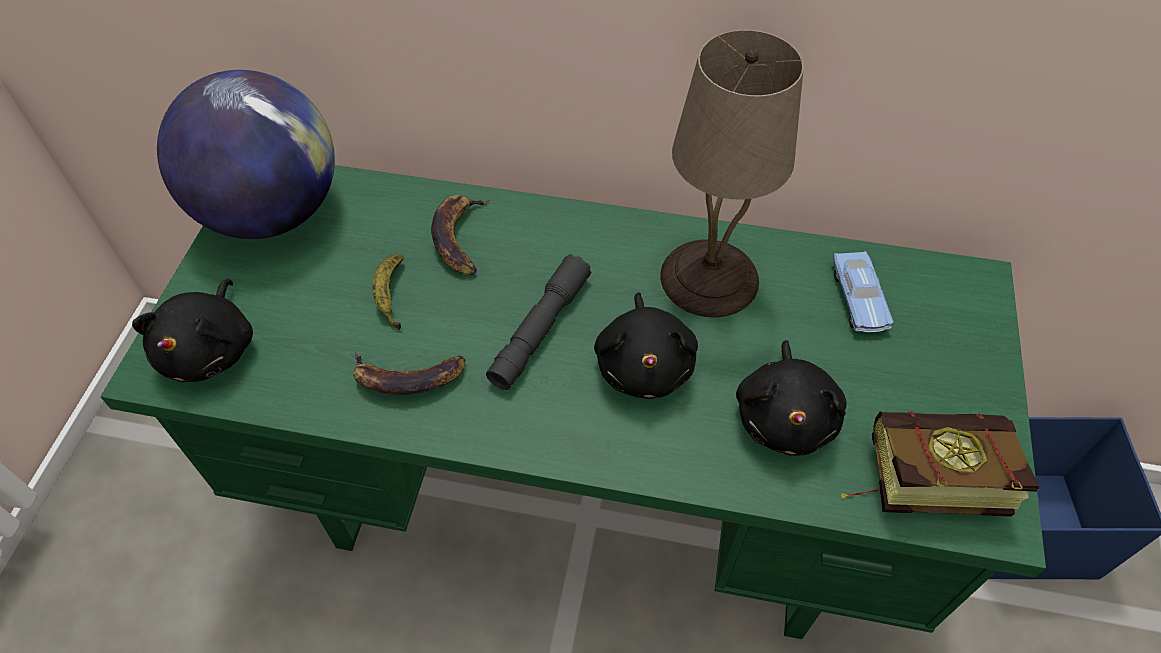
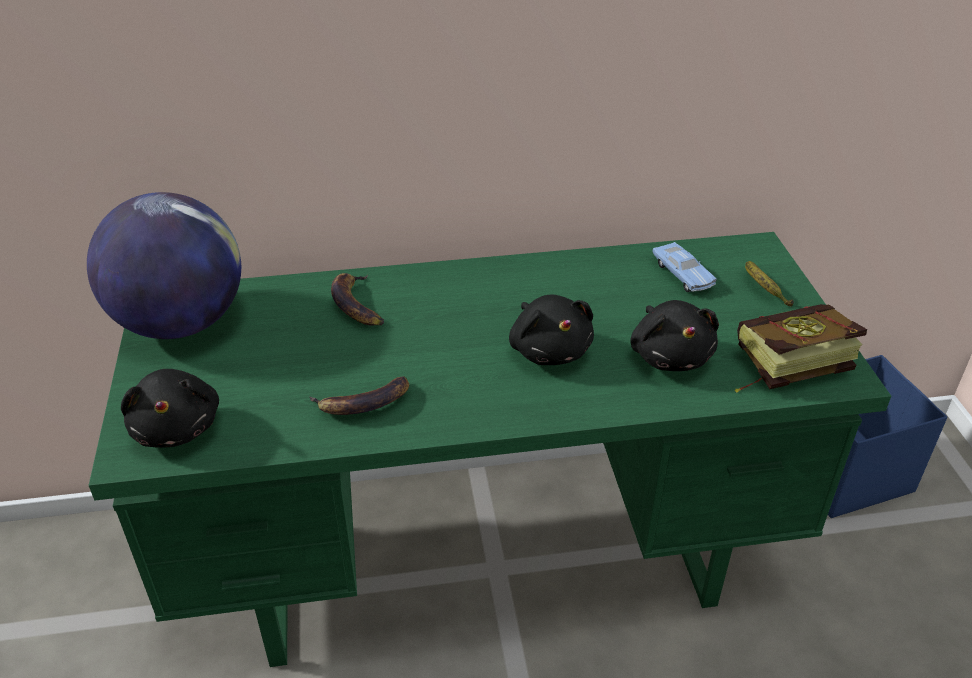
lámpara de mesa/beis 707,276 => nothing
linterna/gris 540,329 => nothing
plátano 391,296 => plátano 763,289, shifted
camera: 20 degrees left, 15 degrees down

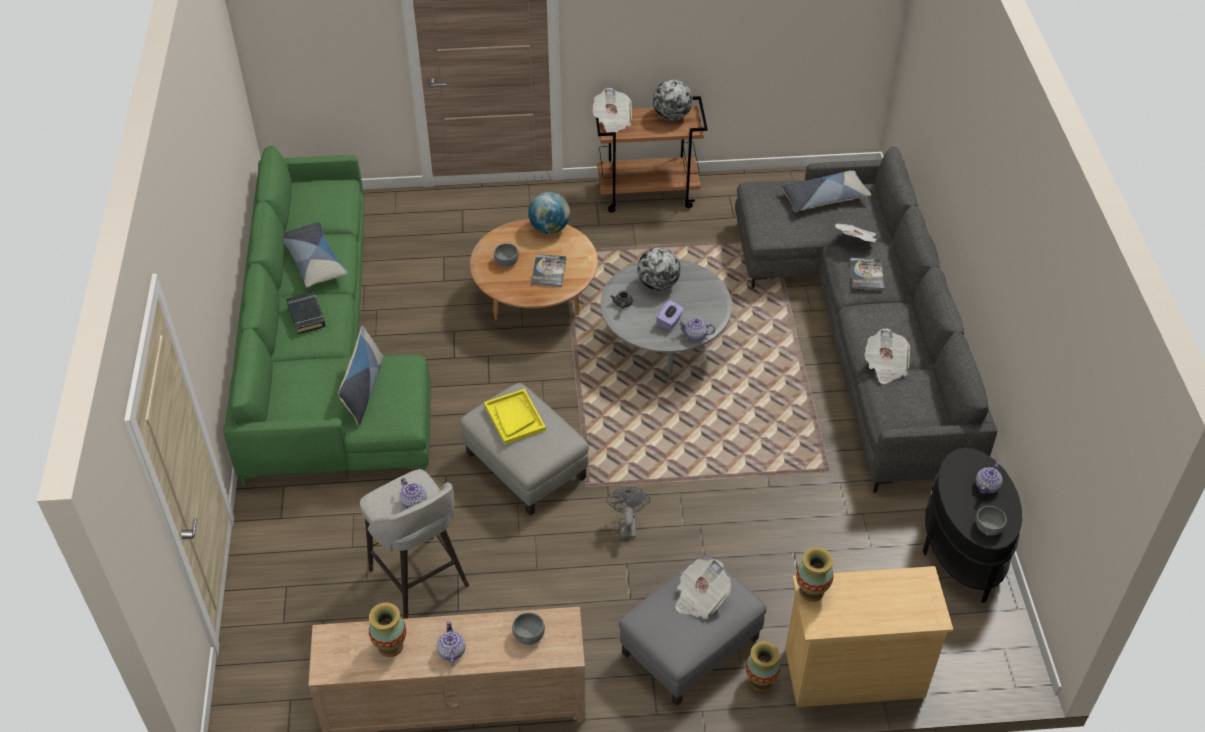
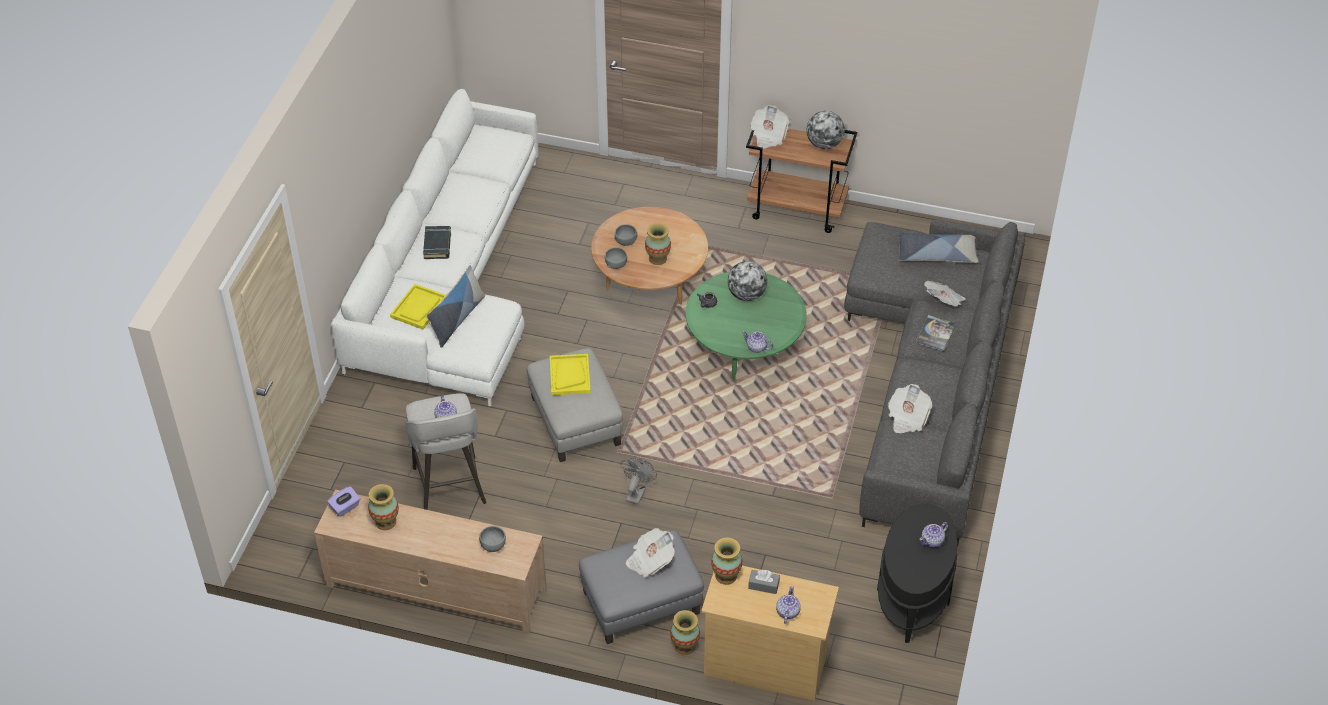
sofá/verde 323,352 => sofá/blanco 451,280
globo terráqueo 549,228 => nothing
cojín 314,261 => nothing
libro 548,271 => florero 657,258
mesa de centro/gris 664,342 => mesa de centro/verde 744,348
caja de pañuelos/morado 670,321 => caja de pañuelos/morado 345,507, shifted
cuenco/gris 988,526 => cuenco/gris 616,264, shifted
tetera 451,652 => tetera 787,612, shifted
nothing => bandeja/amarillo 419,308
nothing => caja de pañuelos/gris 763,585
camera: 20 degrees right, 0 degrees up

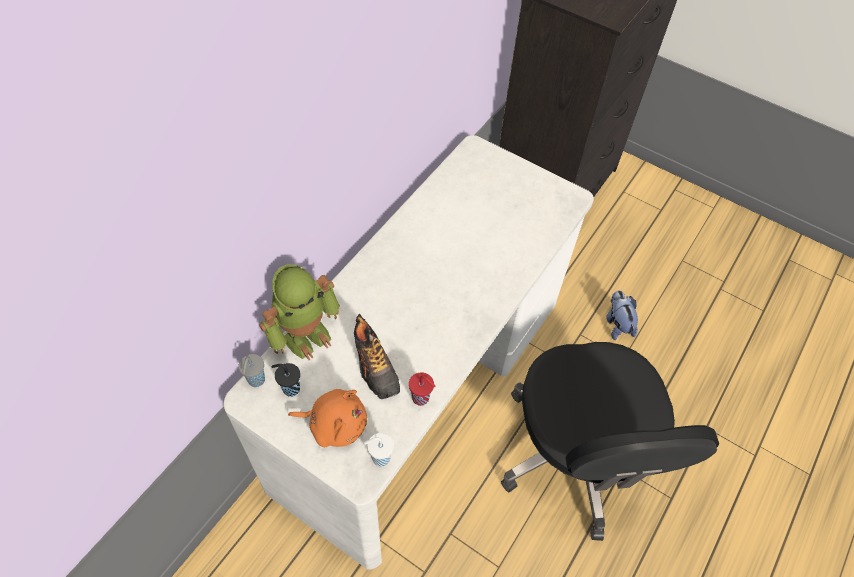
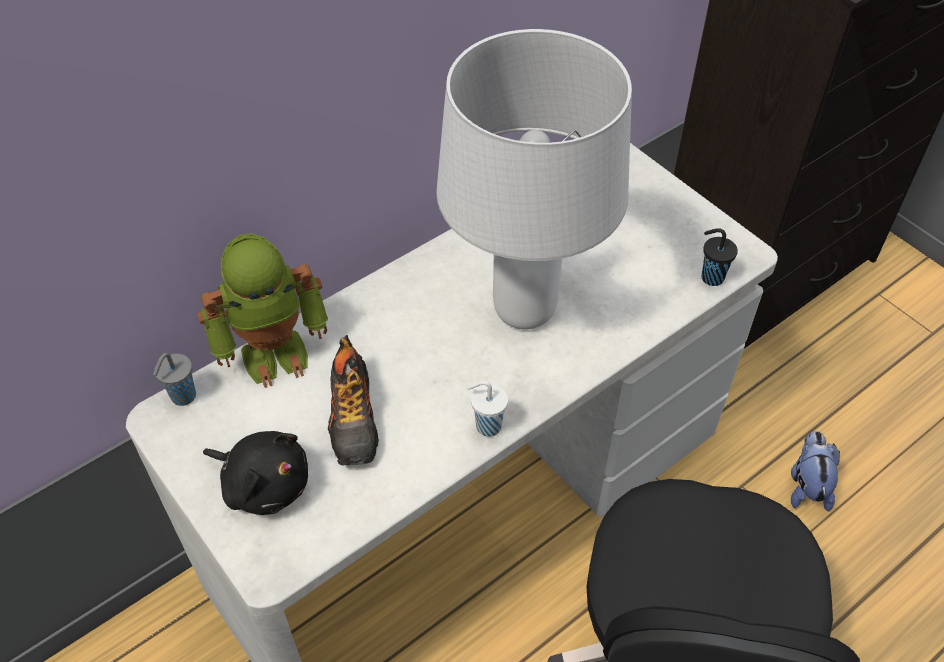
taza/negro 290,388 => taza/negro 711,277, shifted
taza/rojo 421,398 => nothing
peluche/naranja 335,424 => peluche/negro 264,484
taza/blanco 380,458 => taza/blanco 487,426, shifted
nothing => lámpara de mesa/blanco 523,312
camera: 20 degrees right, 5 degrees down

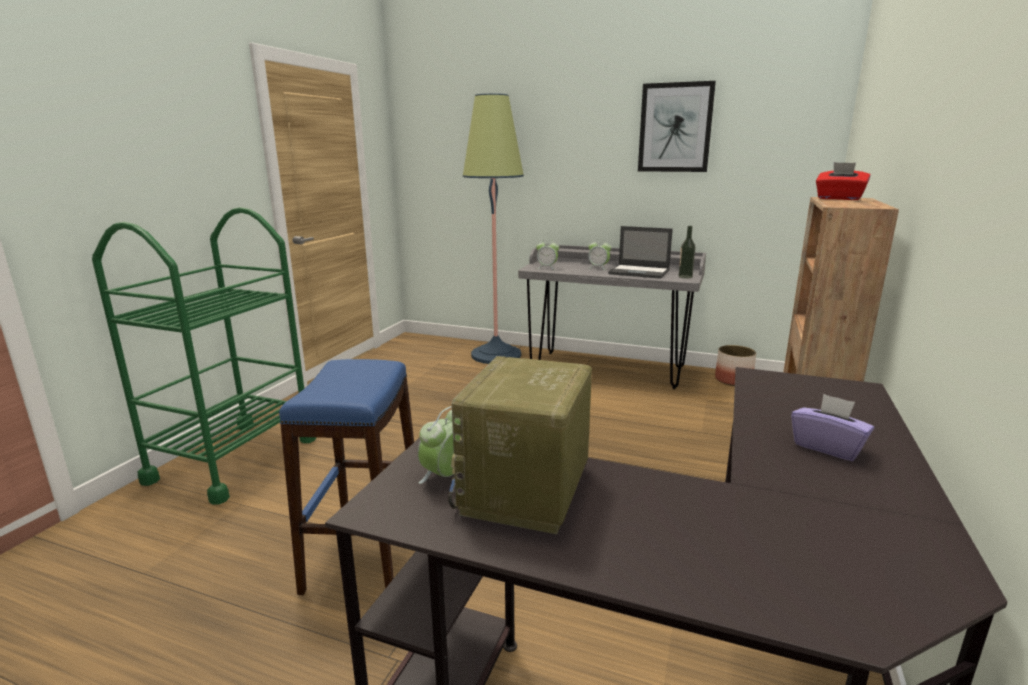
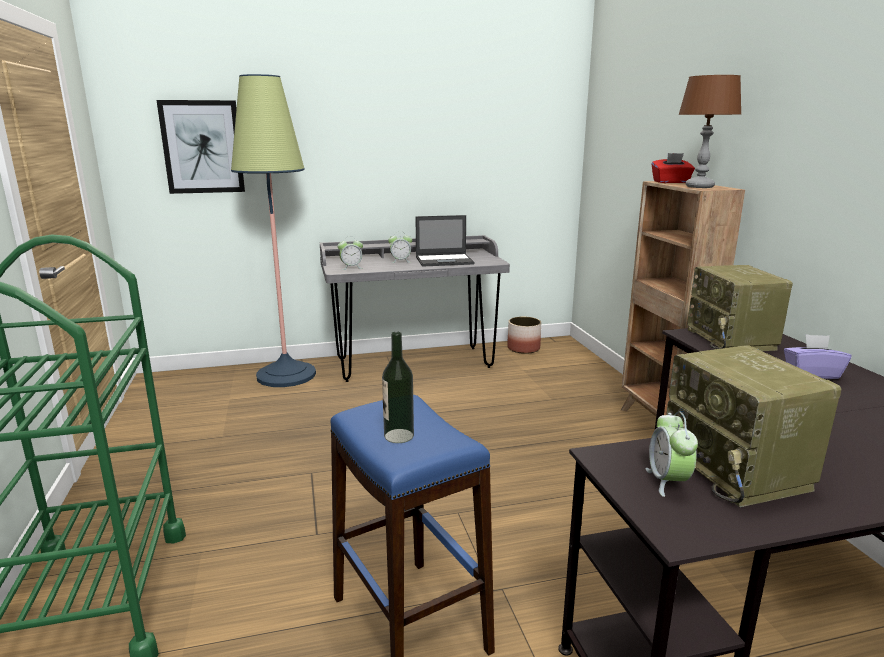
cuadro 675,128 => cuadro 202,147, shifted
botella 685,277 => botella 399,436, shifted
nothing => lámpara de mesa/marrón 699,187
nothing => radio 732,340
camera: 35 degrees left, 0 degrees up

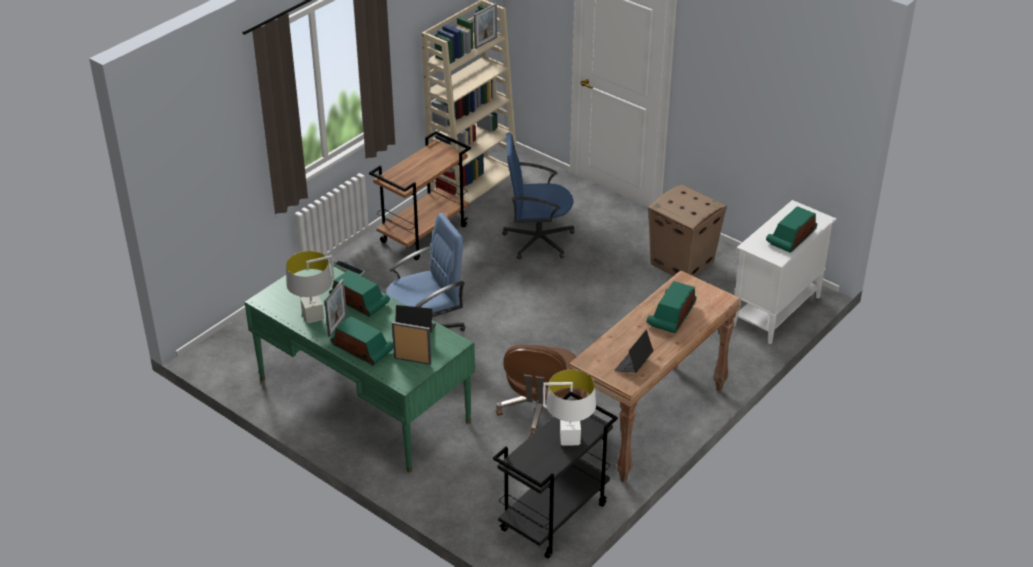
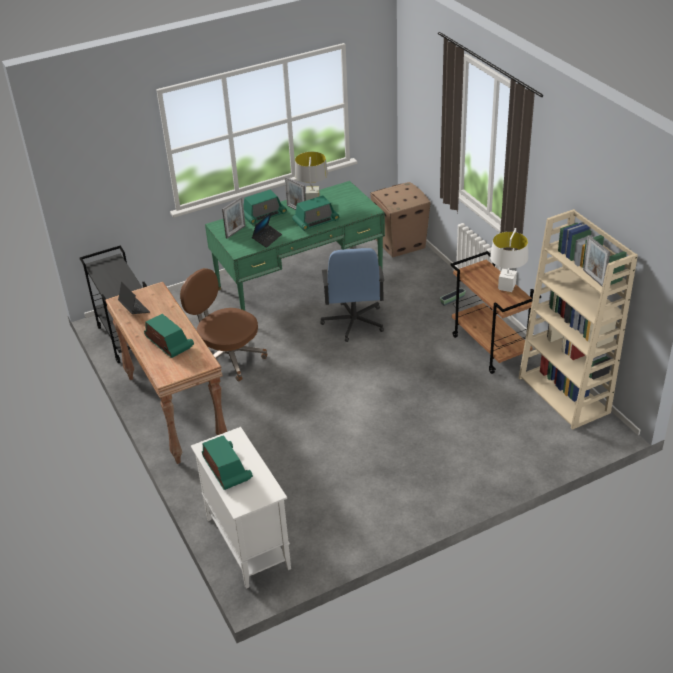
silla de oficina/azul 537,240 => nothing
caja de cartón 682,263 => caja de cartón 399,244, shifted
lámpara de mesa/blanco 569,439 => lámpara de mesa/blanco 507,287, shifted
camera: 115 degrees right, 0 degrees up

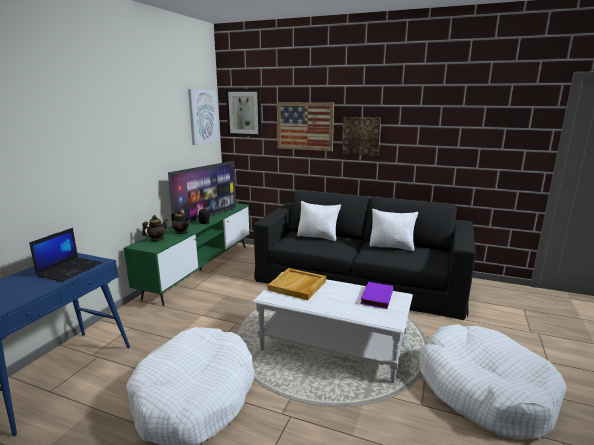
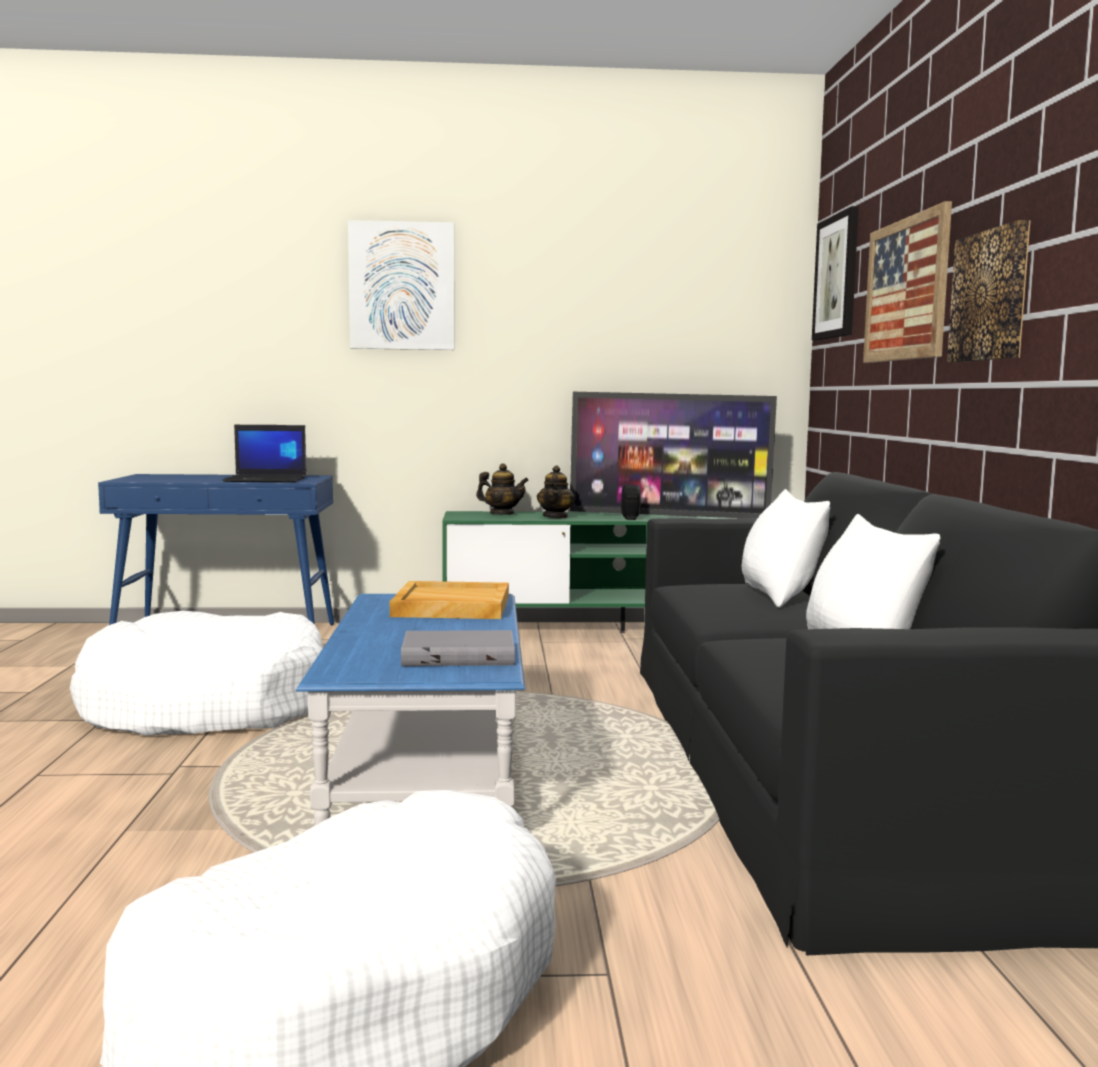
cuadro 203,116 => cuadro 402,286, shifted
mesa de centro/blanco 332,347 => mesa de centro/azul 427,775
libro/morado 376,297 => libro/gris 459,655
camera: 65 degrees right, 10 degrees down

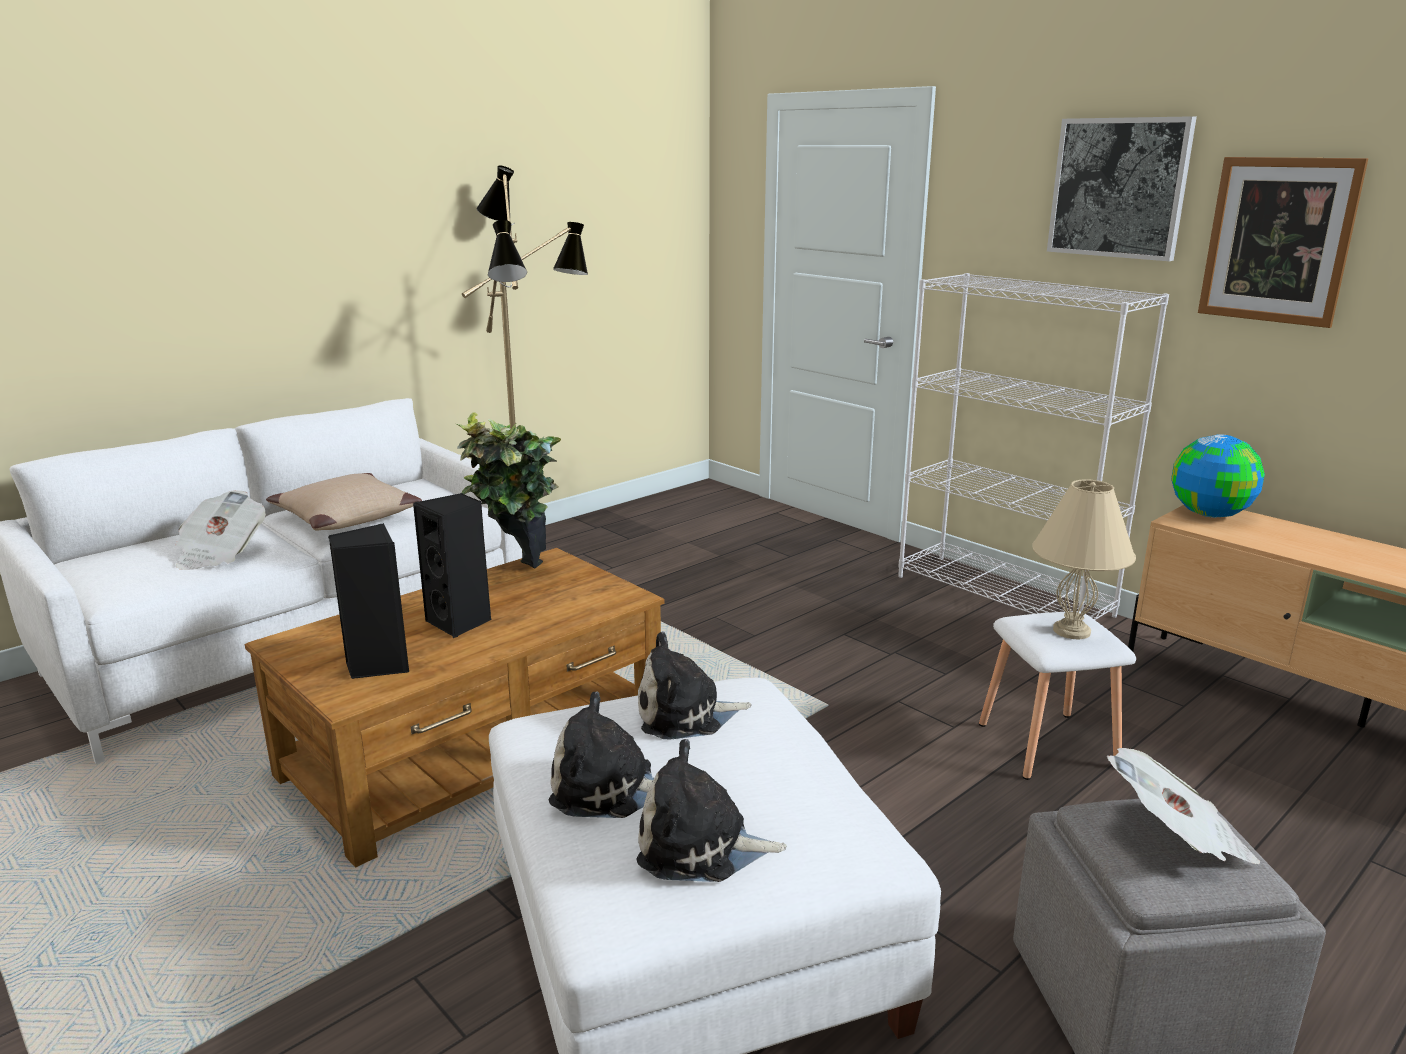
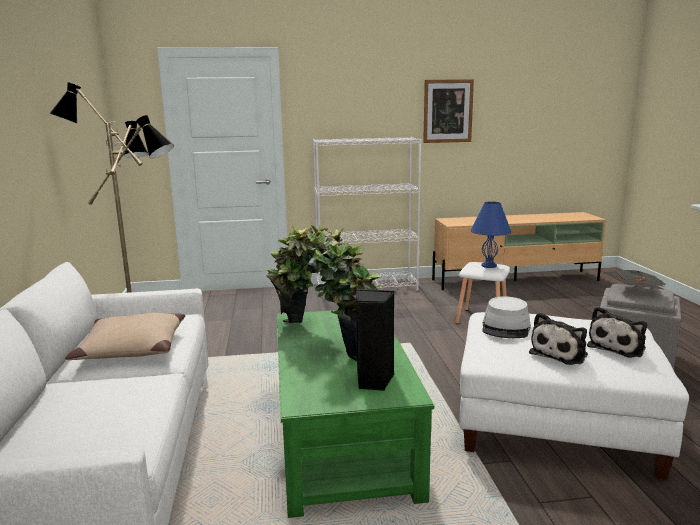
cuadro 1119,188 => nothing
globo terráqueo 1210,514 => nothing
lámpara de mesa/beis 1070,630 => lámpara de mesa/azul 488,265
periódico 220,553 => nothing
altavoz/negro 460,622 => planta en maceta 345,352
mesa de centro/marrón 478,748 => mesa de centro/verde 343,435
peluche 685,715 => sombrero/gris 506,328
camera: 55 degrees left, 5 degrees down

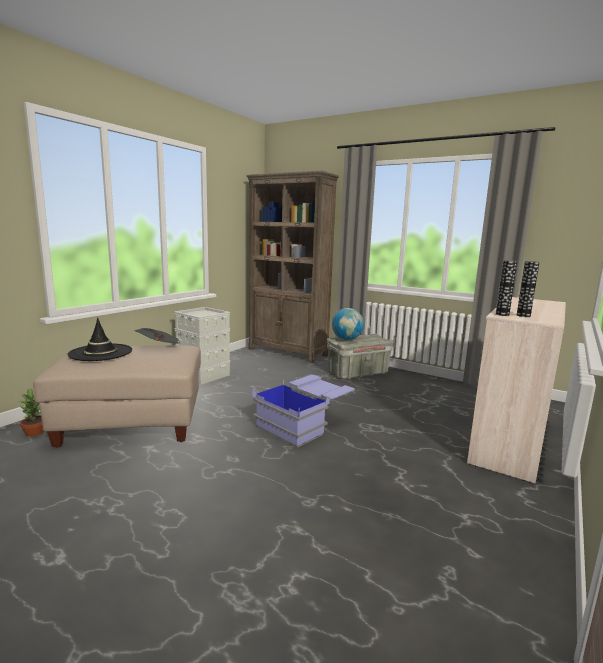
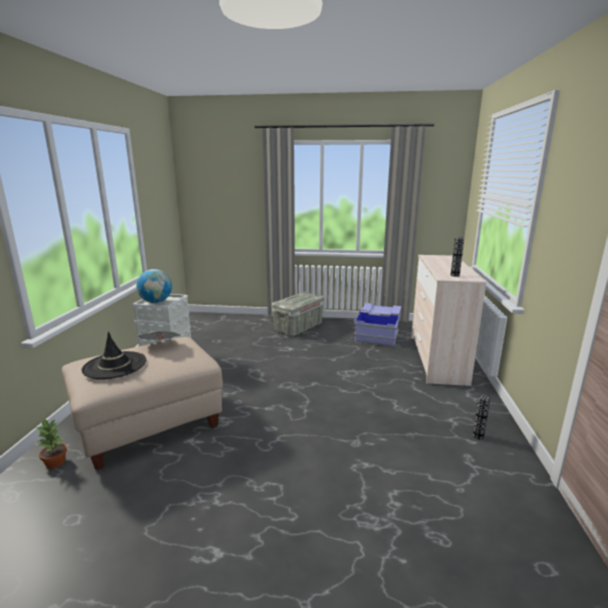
estantería/marrón 288,352 => nothing
florero 502,314 => florero 478,436, shifted
globo terráqueo 346,339 => globo terráqueo 156,302, shifted
caja de almacenaje/azul 305,424 => caja de almacenaje/azul 378,334, shifted
camera: 25 degrees left, 5 degrees up

